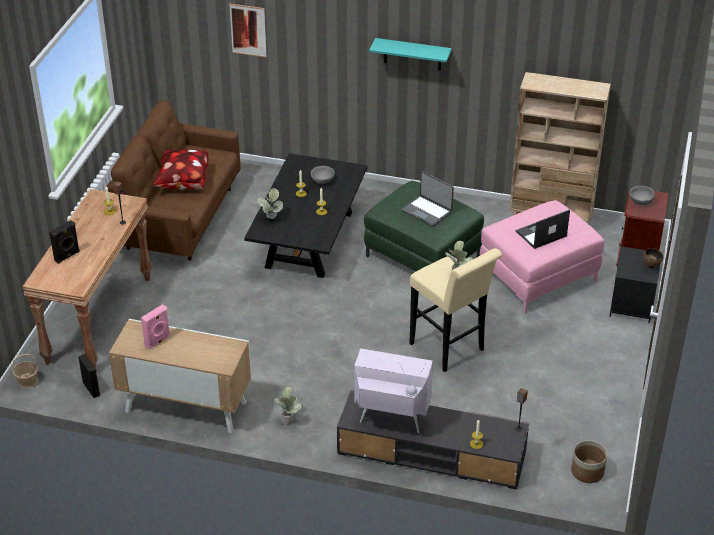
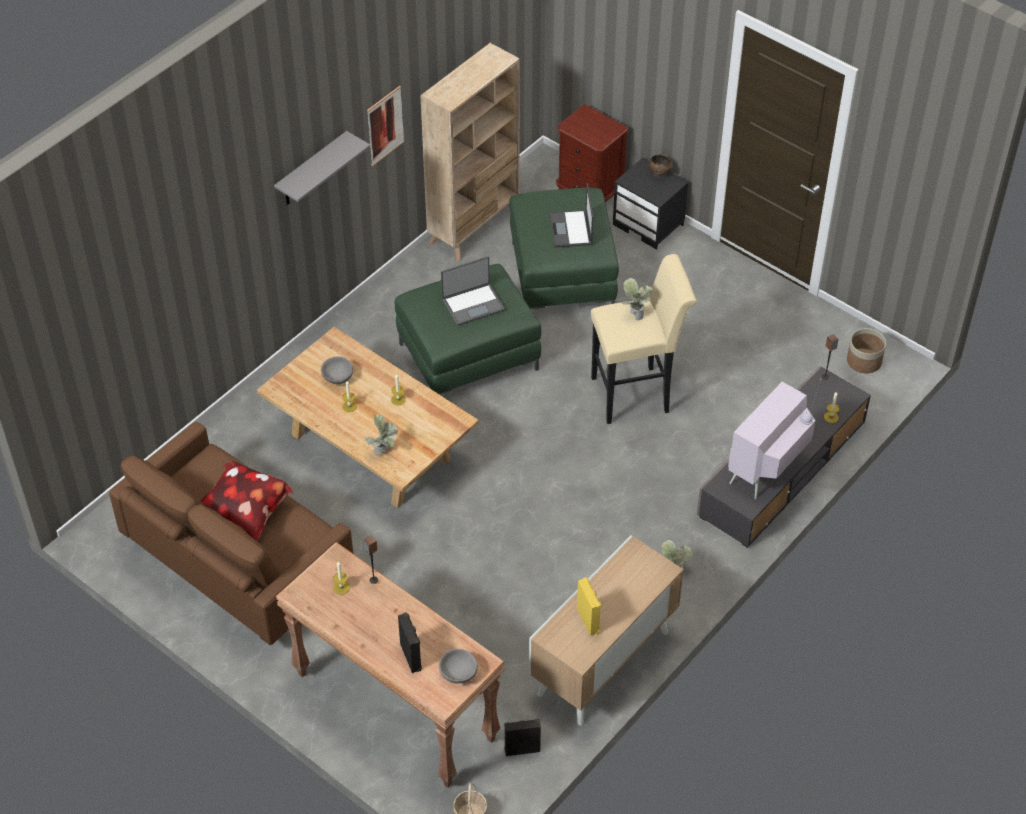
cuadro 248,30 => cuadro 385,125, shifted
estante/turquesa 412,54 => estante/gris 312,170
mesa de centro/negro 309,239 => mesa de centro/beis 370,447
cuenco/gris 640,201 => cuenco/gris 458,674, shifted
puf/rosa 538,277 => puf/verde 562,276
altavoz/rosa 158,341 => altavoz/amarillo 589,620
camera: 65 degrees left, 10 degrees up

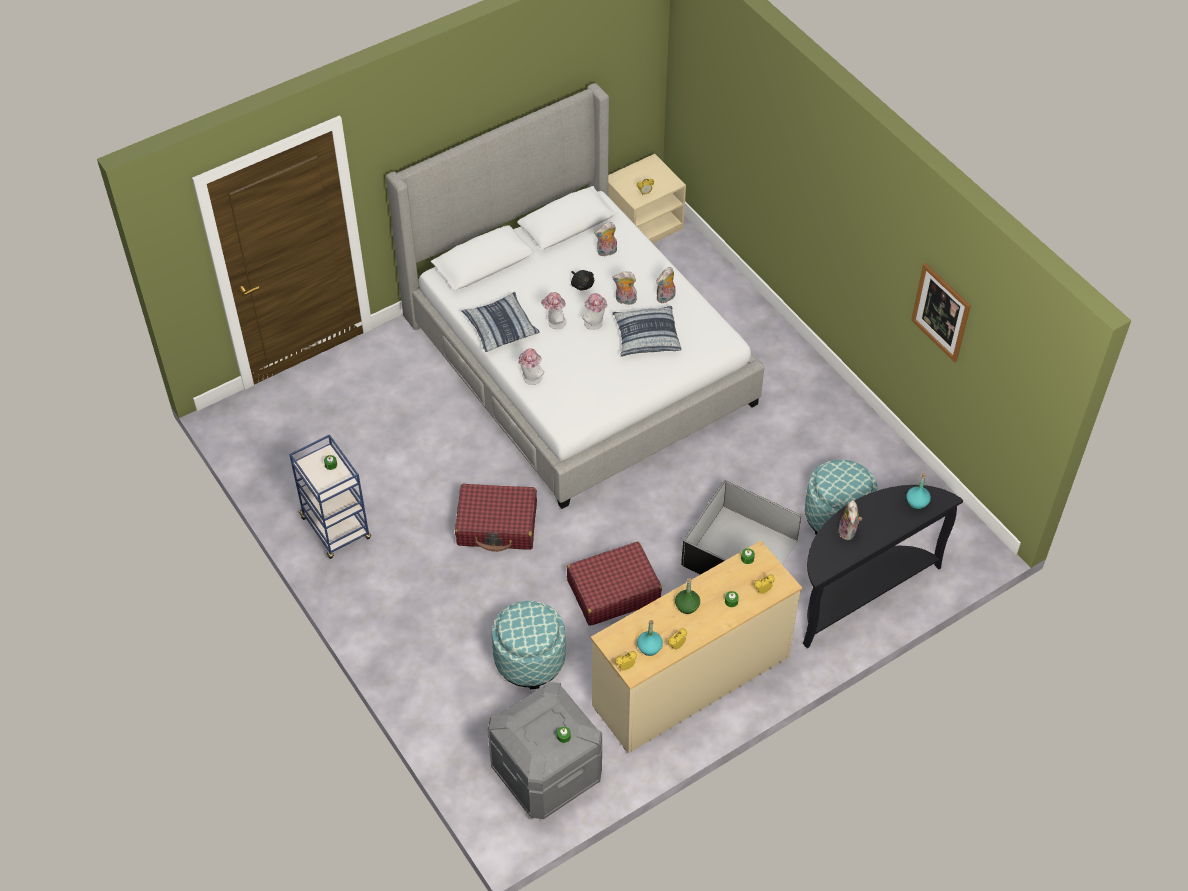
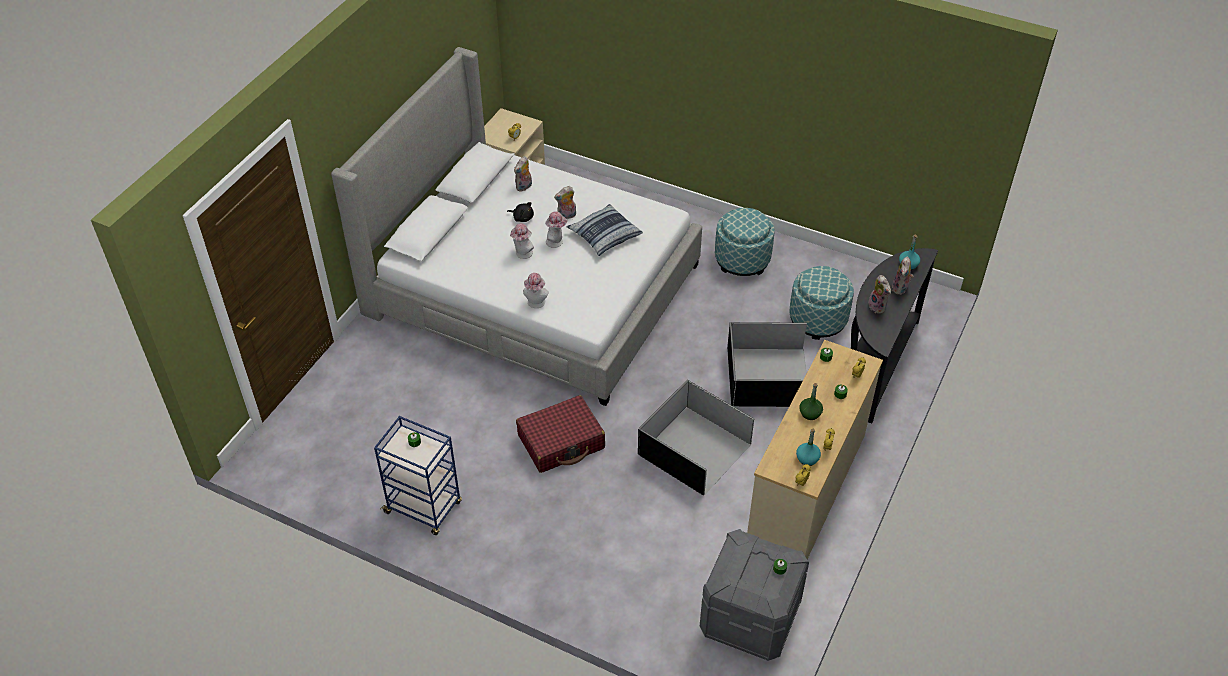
cuadro 941,312 => nothing
peluche 666,298 => peluche 901,289, shifted
cojín 500,327 => nothing
maleta/rojo 613,591 => caja de almacenaje/negro 694,450
puf 530,660 => puf 742,259, shifted
camera: 30 degrees left, 5 degrees down

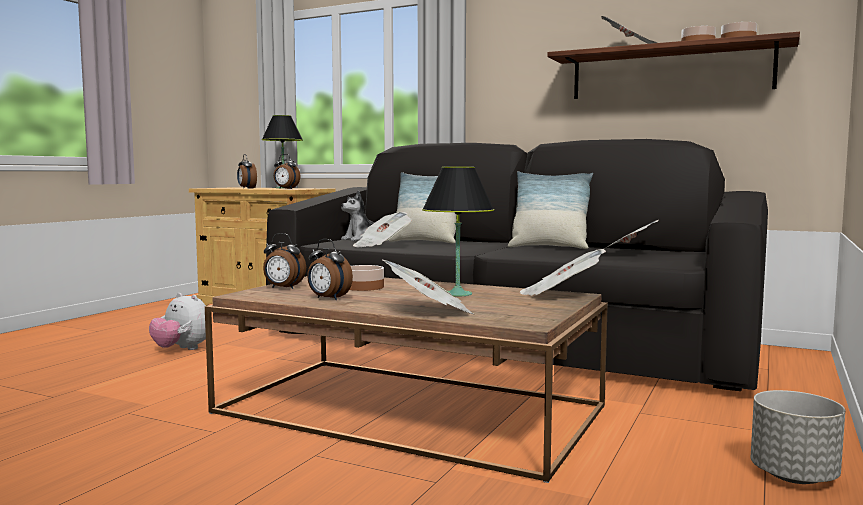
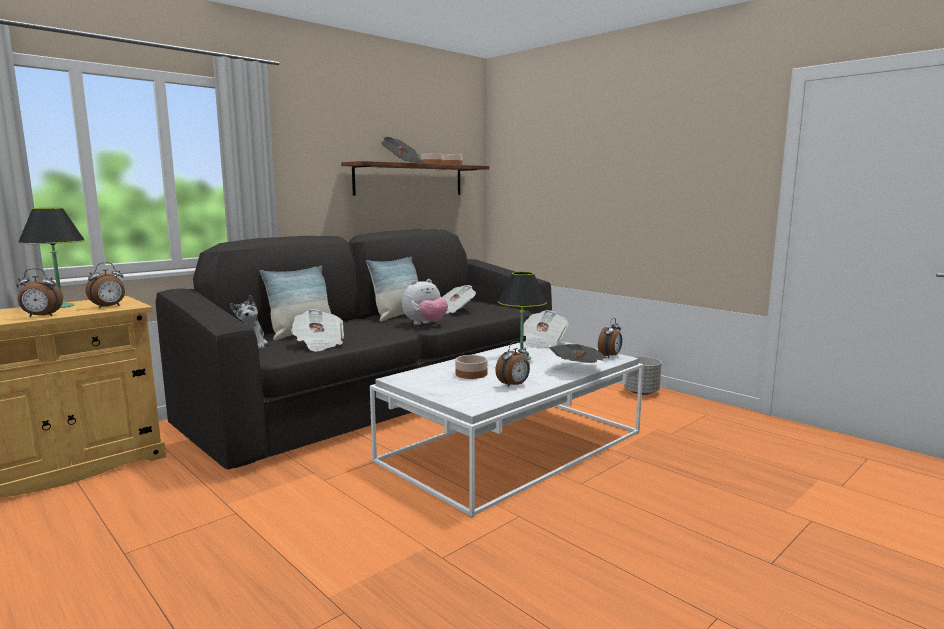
despertador 283,288 => despertador 610,356, shifted
mesa de centro/marrón 411,410 => mesa de centro/blanco 513,446
peluche 182,349 => peluche 425,324, shifted
camera: 70 degrees left, 5 degrees up

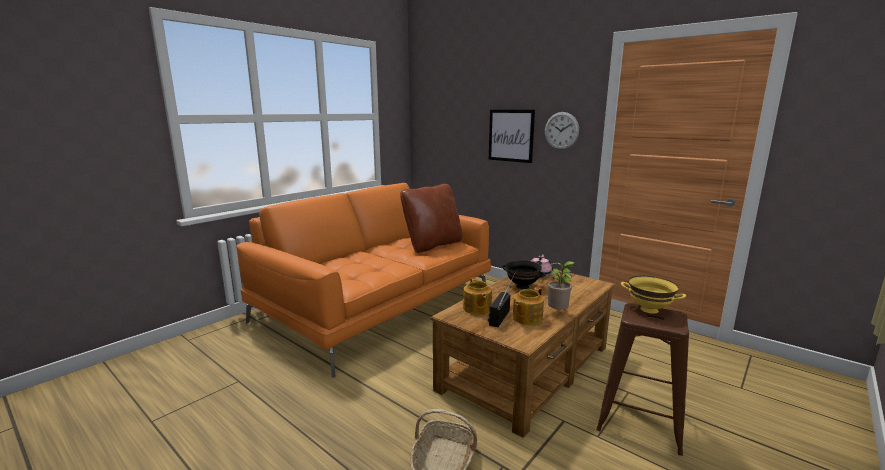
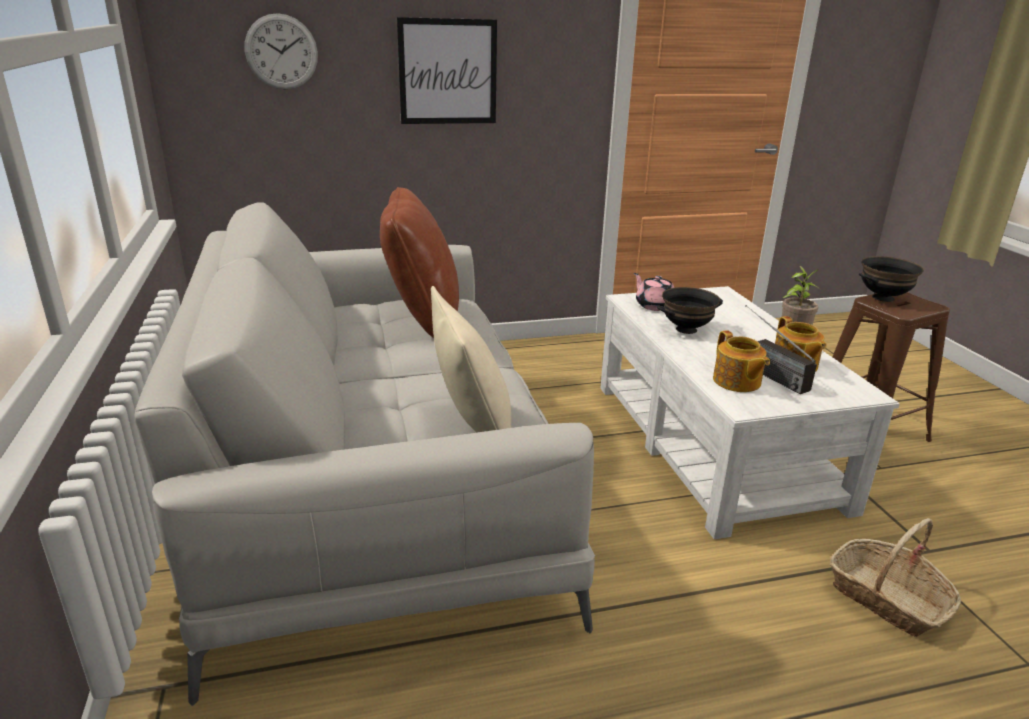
reloj de pared 561,130 => reloj de pared 281,52, shifted
sofá/naranja 378,306 => sofá/gris 376,484
mesa de centro/marrón 527,367 => mesa de centro/blanco 714,442
cuenco/amarillo 649,309 => cuenco/negro 883,298
tetera 477,308 => tetera 736,382, 45 degrees clockwise
nothing => cojín/beis 472,430
camera: 55 degrees left, 10 degrees up

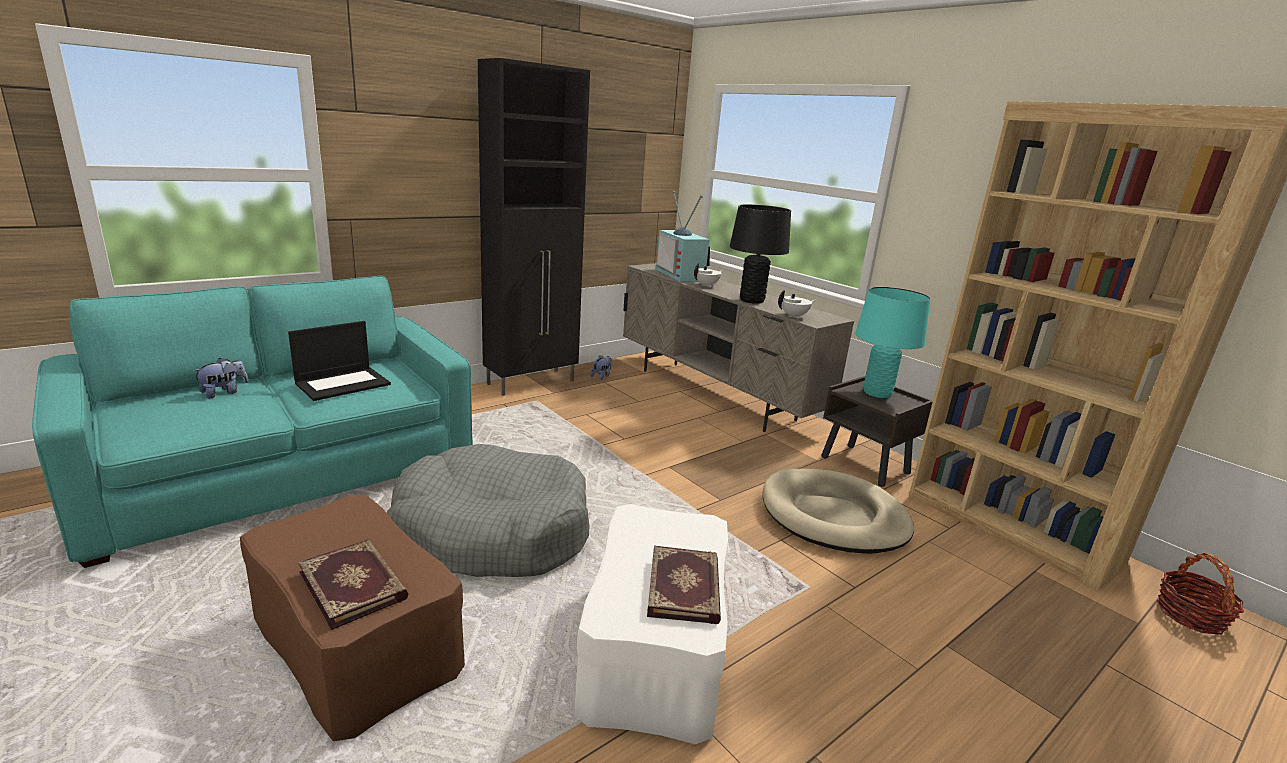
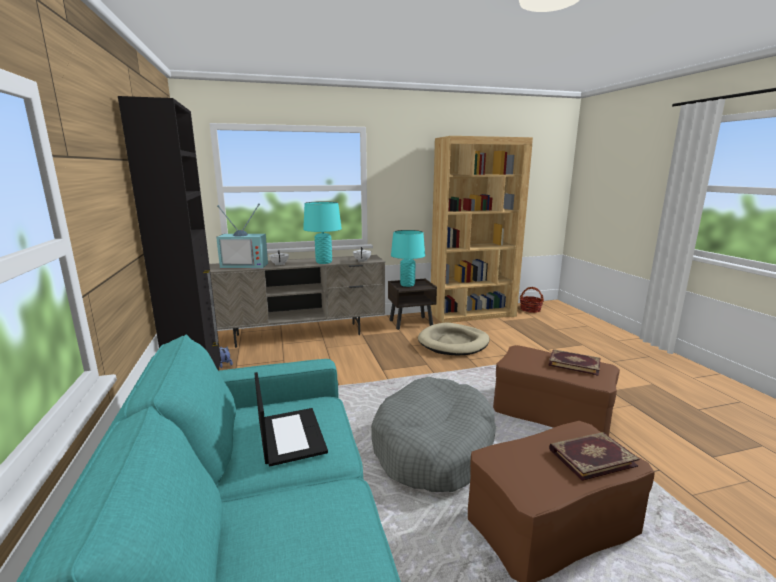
lámpara de mesa/negro 751,300 => lámpara de mesa/turquesa 323,262
peluche 224,392 => nothing
puf/blanco 654,648 => puf/marrón 551,411
camera: 65 degrees left, 5 degrees down

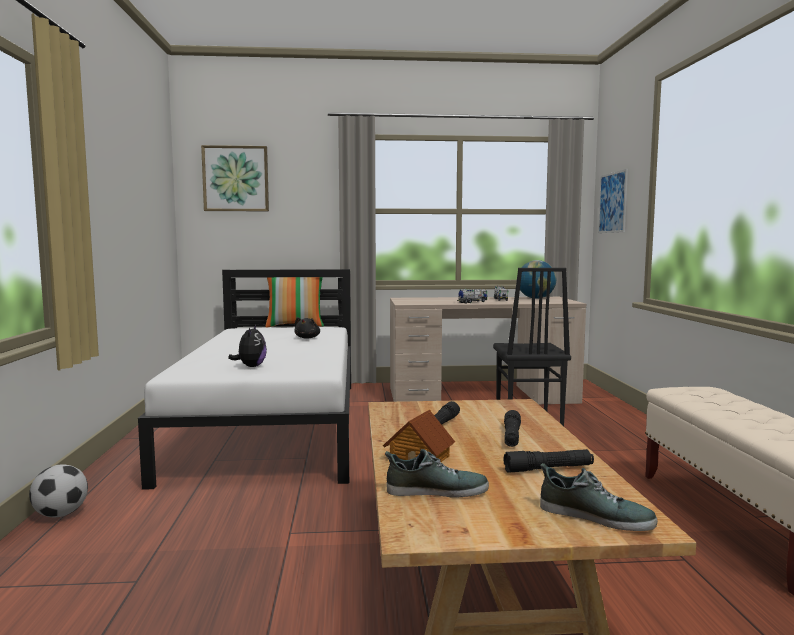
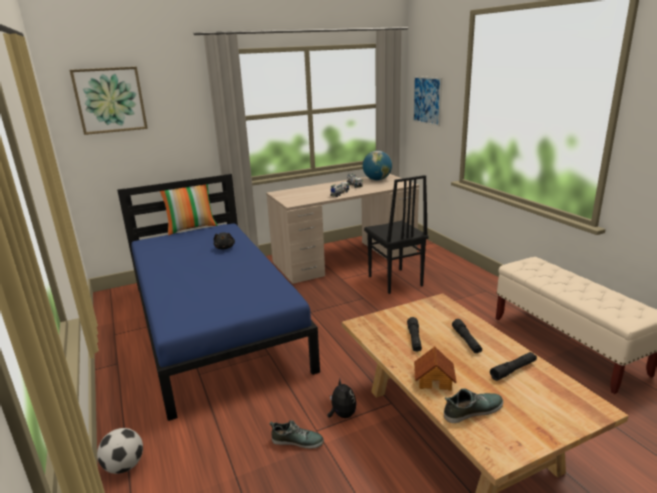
cama/blanco 274,425 => cama/azul 215,324
peluche 251,366 => peluche 342,414, shifted
zapato 595,516 => zapato 297,440, shifted
camera: 20 degrees left, 15 degrees up

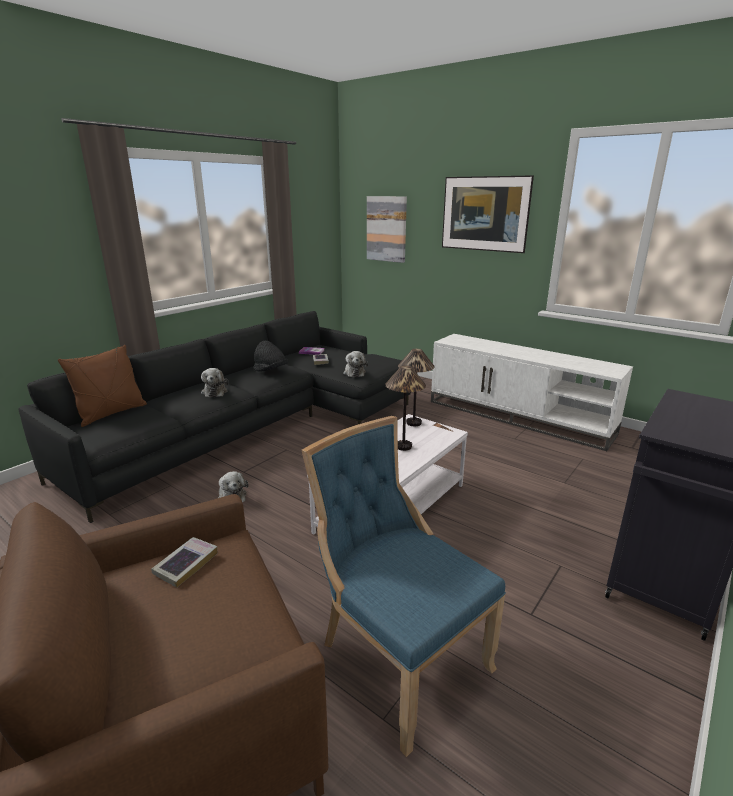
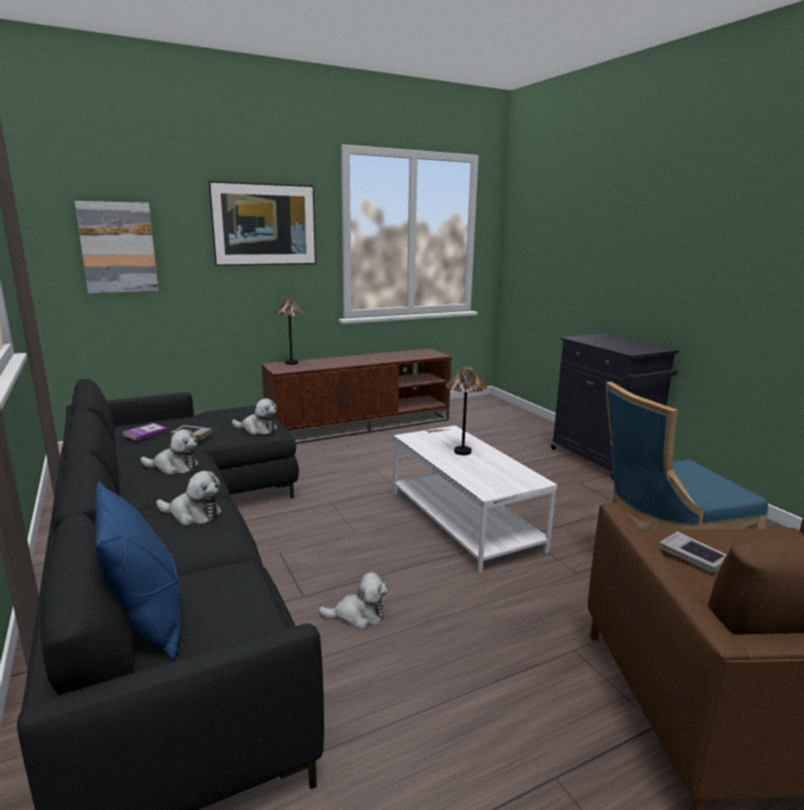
mueble de televisión/blanco 519,417 => mueble de televisión/marrón 361,425
sombrero/negro 270,371 => peluche 174,467
cojín/marrón 111,413 => cojín/azul 148,621
lámpara de mesa 414,423 => lámpara de mesa 291,363, shifted
camera: 65 degrees left, 5 degrees down

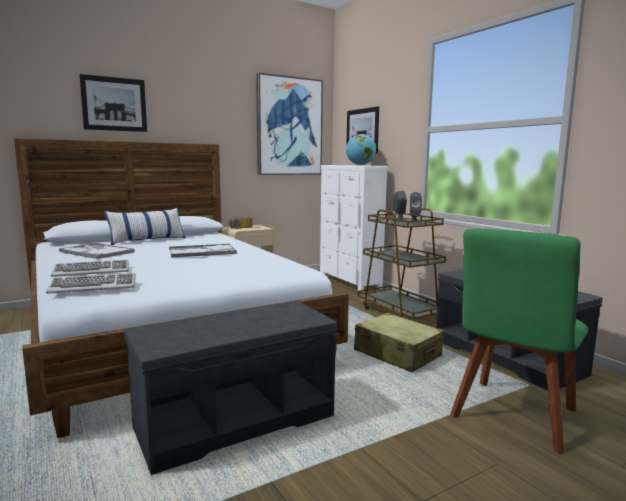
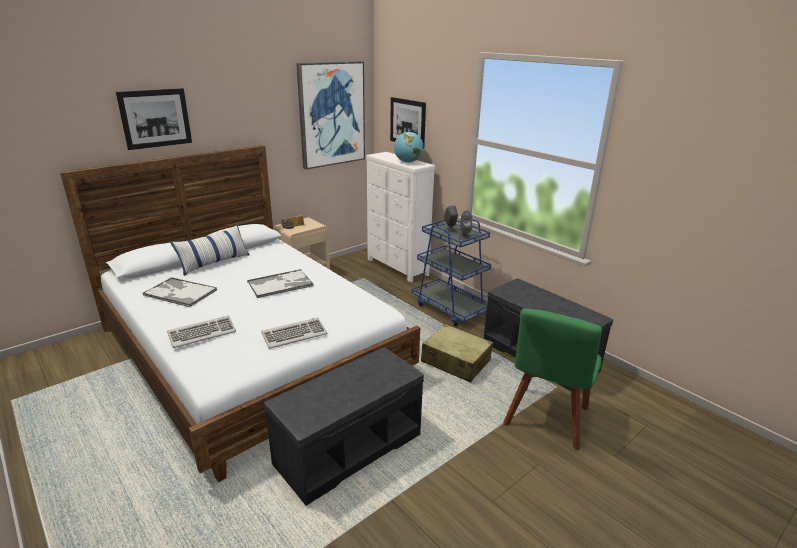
carrito/marrón 400,312 => carrito/azul 450,308
teclado 94,286 => teclado 294,334, shifted
camera: 10 degrees left, 15 degrees up

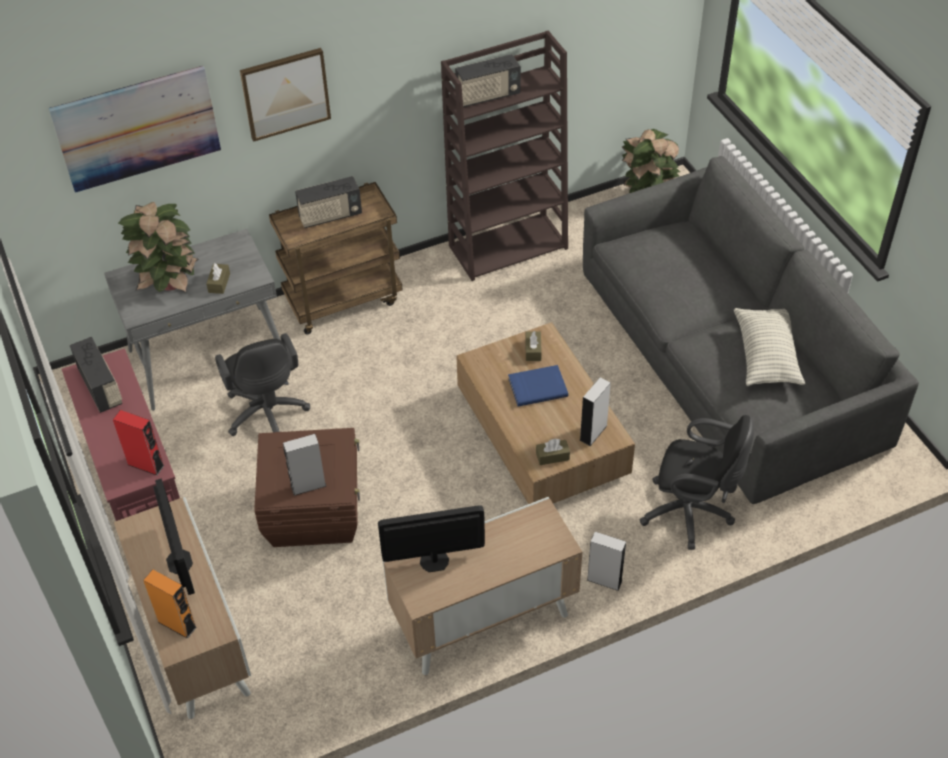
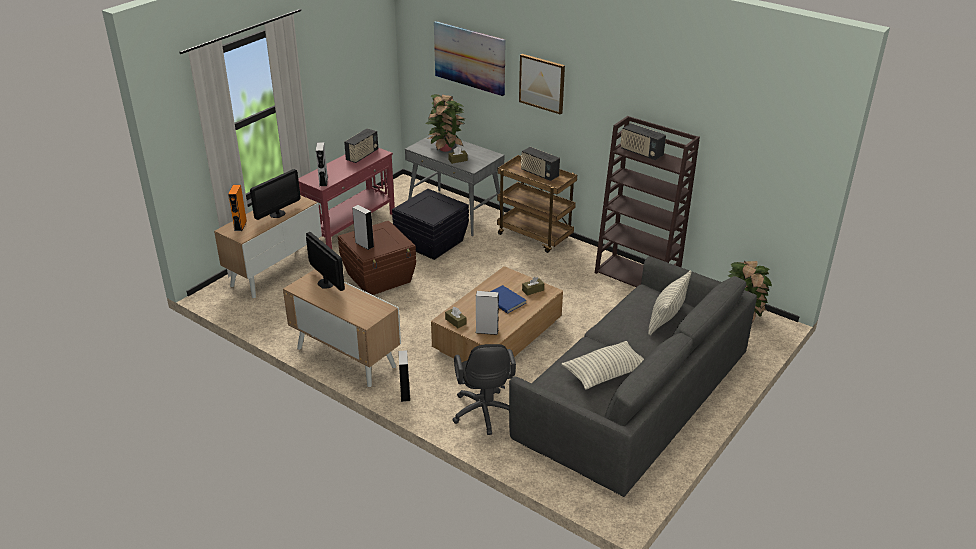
silla de oficina/negro 267,416 => caja de almacenaje/negro 431,242
altavoz/rojo 145,465 => altavoz/gris 323,181
nothing => cojín 667,317
camera: 60 degrees right, 15 degrees down

